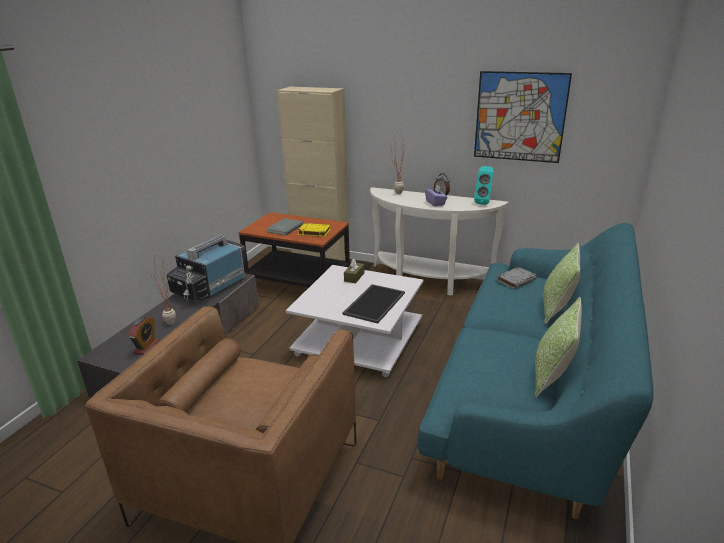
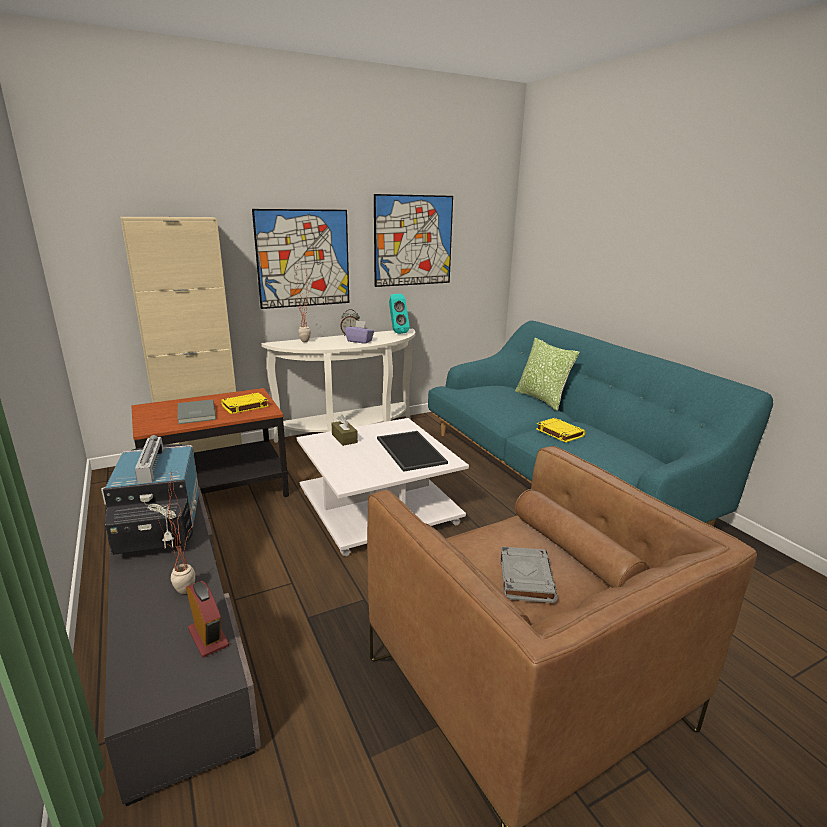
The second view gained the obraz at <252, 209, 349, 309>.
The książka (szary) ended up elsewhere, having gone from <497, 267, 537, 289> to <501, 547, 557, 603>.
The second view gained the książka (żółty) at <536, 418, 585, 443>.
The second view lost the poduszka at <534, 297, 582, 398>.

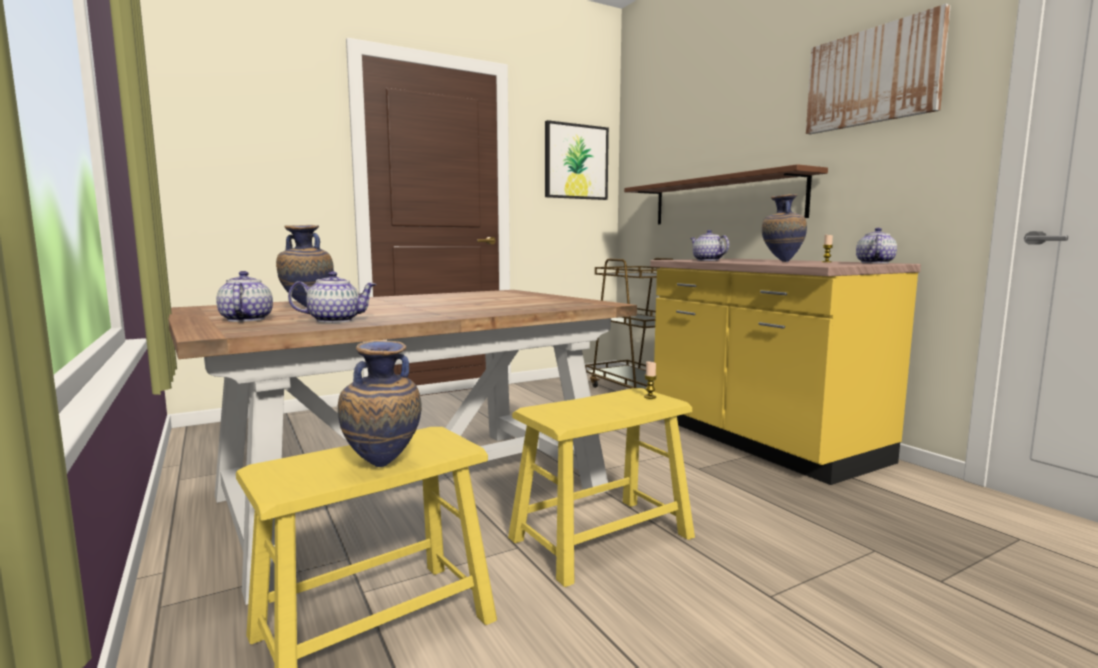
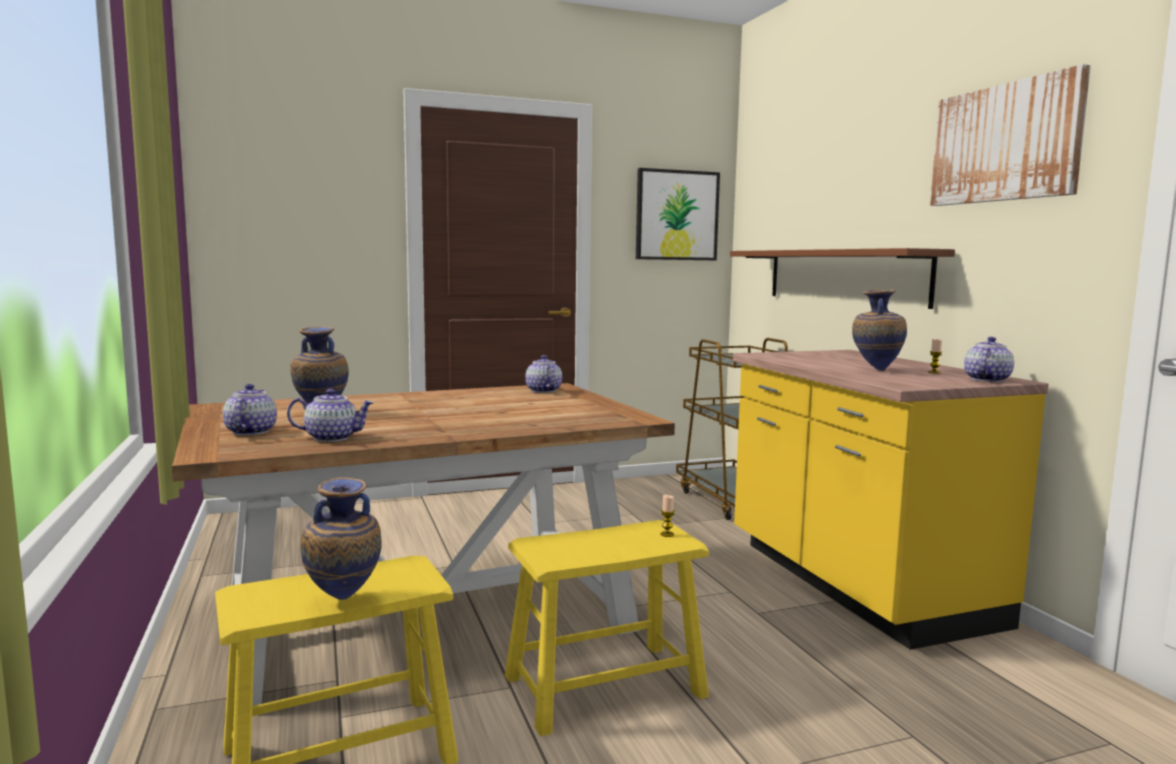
The imbryk ended up elsewhere, having gone from <690, 230, 729, 261> to <525, 355, 562, 393>.

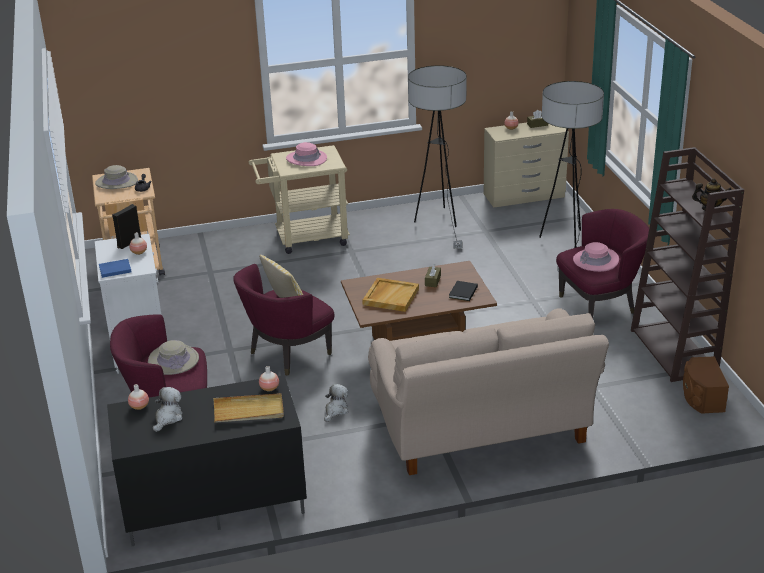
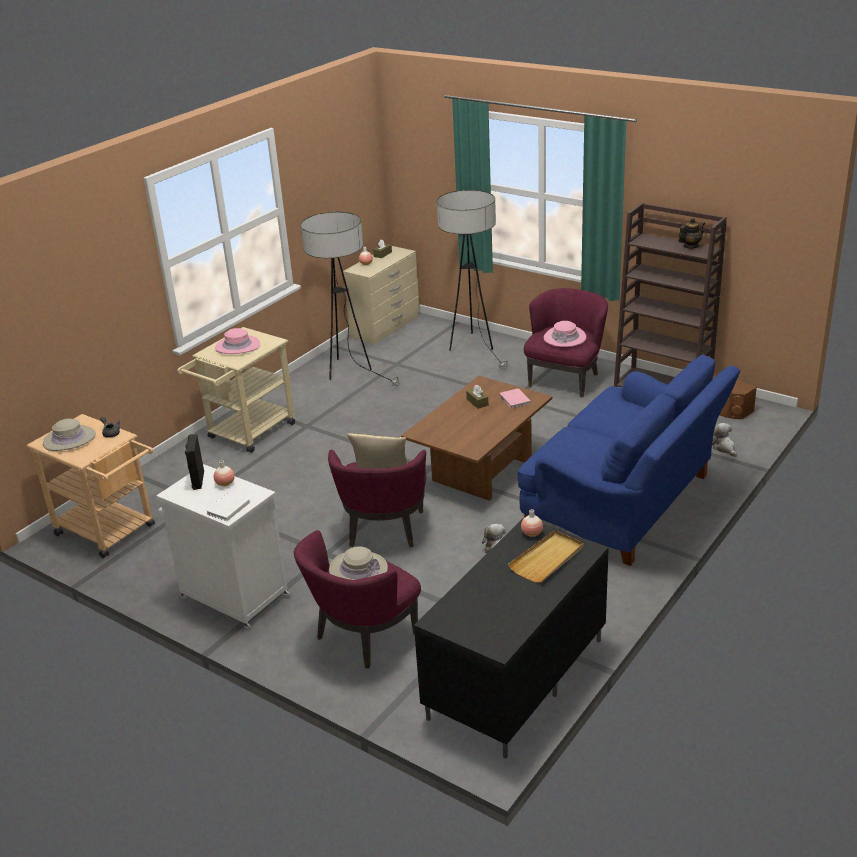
What was the książka (niebieski) at <99, 259, 131, 278> turned into the książka (biały) at <206, 492, 250, 521>.
What was the książka (czarny) at <449, 281, 478, 301> turned into the książka (różowy) at <500, 388, 531, 409>.
What was the kanapa (beżowy) at <368, 309, 609, 475> turned into the kanapa (niebieski) at <517, 354, 741, 566>.
The pluszak ended up elsewhere, having gone from <153, 387, 183, 432> to <712, 423, 737, 457>.
The second view lost the wazon at <128, 384, 149, 410>.
The second view lost the taca (beżowy) at <362, 278, 419, 312>.

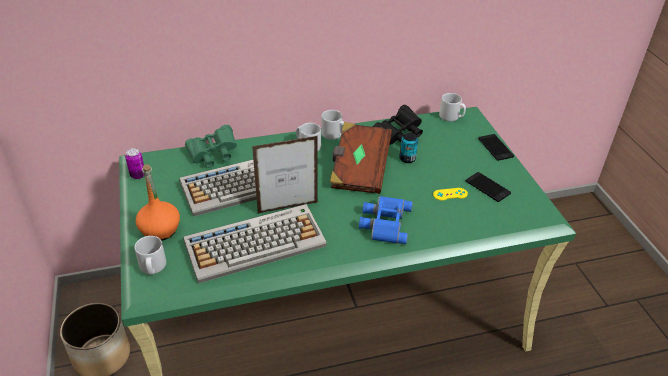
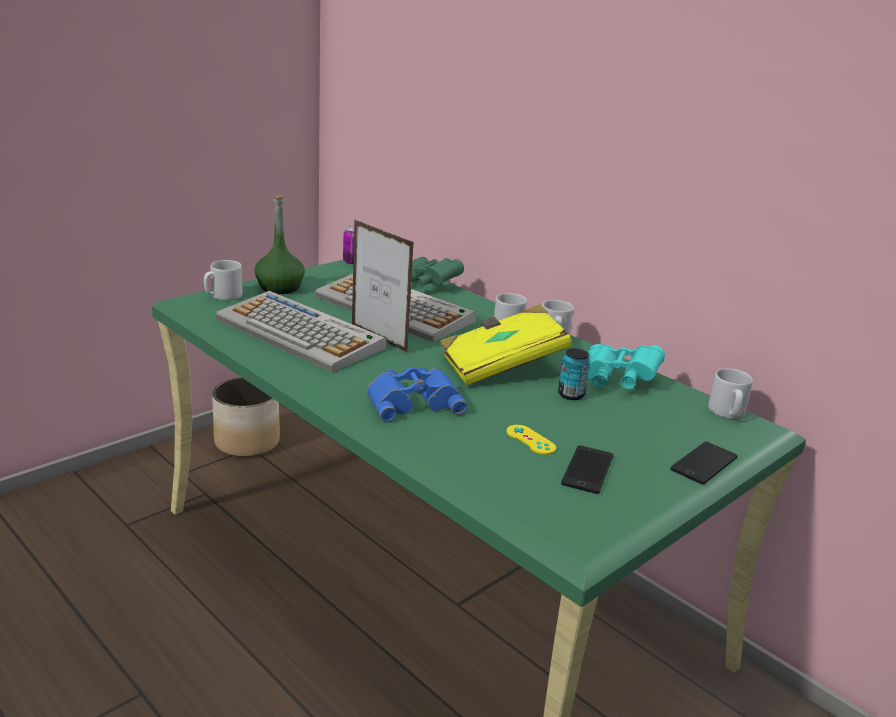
What was the butelka (pomarańczowy) at <136, 164, 180, 241> turned into the butelka (zielony) at <254, 194, 305, 294>.
What was the książka (brązowy) at <329, 122, 392, 194> turned into the książka (żółty) at <440, 305, 572, 385>.
What was the lornetka (czarny) at <373, 105, 423, 145> turned into the lornetka (turkusowy) at <588, 344, 665, 389>.

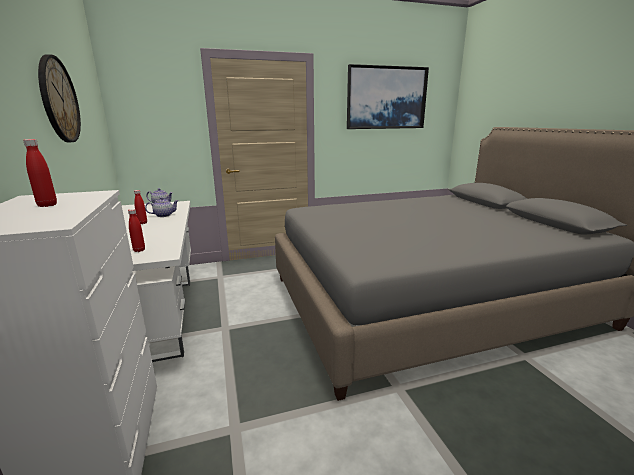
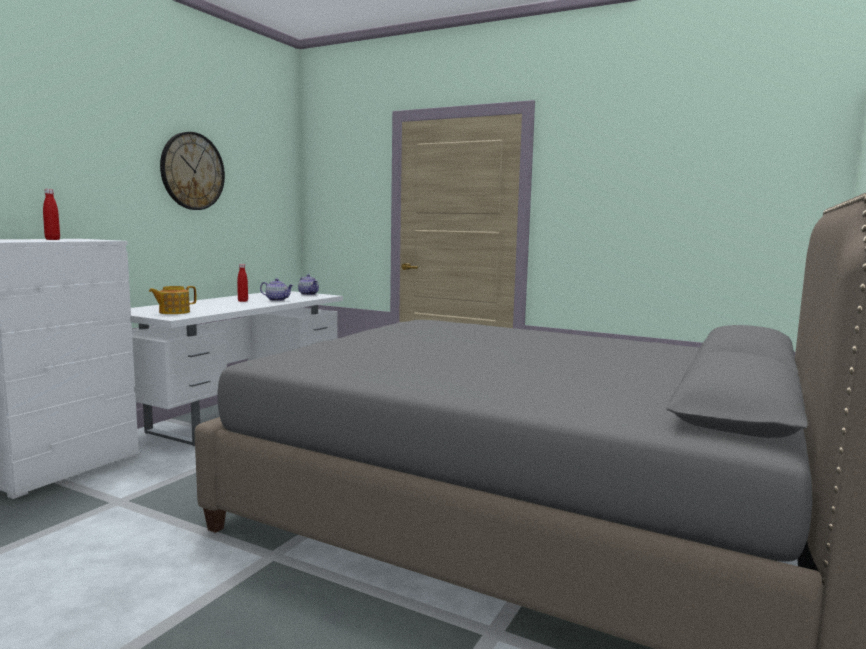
Where the butelka (czerwony) stood at <128, 209, 145, 252>, the imbryk came to stand at <149, 286, 196, 314>.
The second view lost the obraz at <347, 64, 429, 129>.

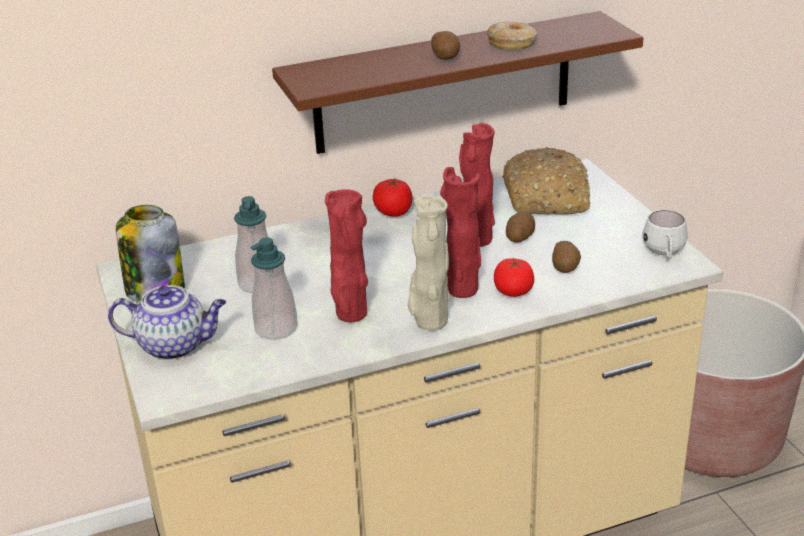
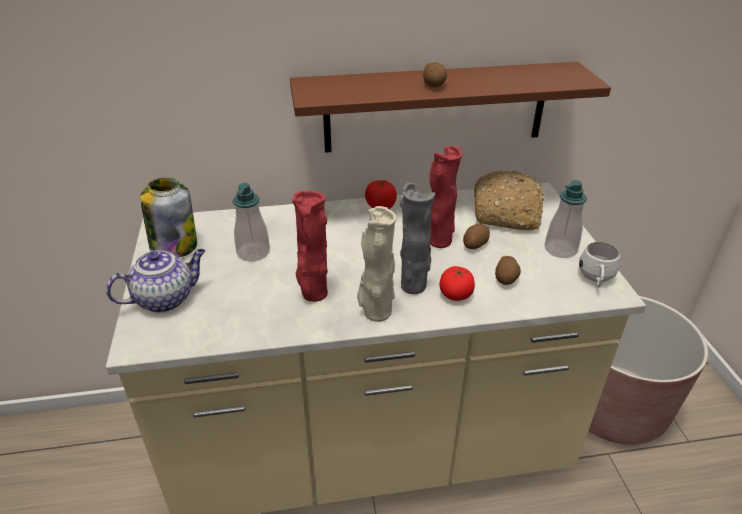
The imbryk at <108, 285, 226, 360> ended up facing another way, 45 degrees counterclockwise from before.
What was the wazon (czerwony) at <440, 167, 481, 298> turned into the wazon (szary) at <400, 183, 435, 294>.
The dozownik mydła ended up elsewhere, having gone from <250, 237, 298, 340> to <545, 180, 587, 258>.
The second view lost the donut at <487, 21, 538, 50>.

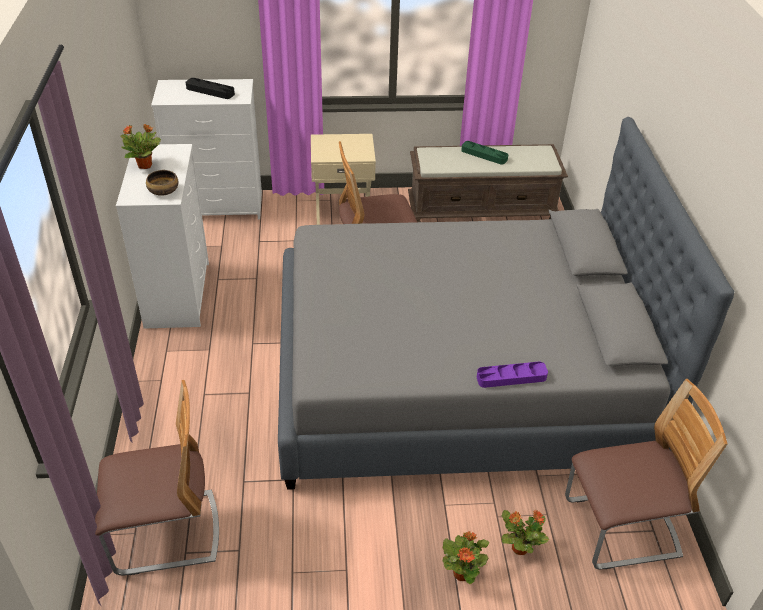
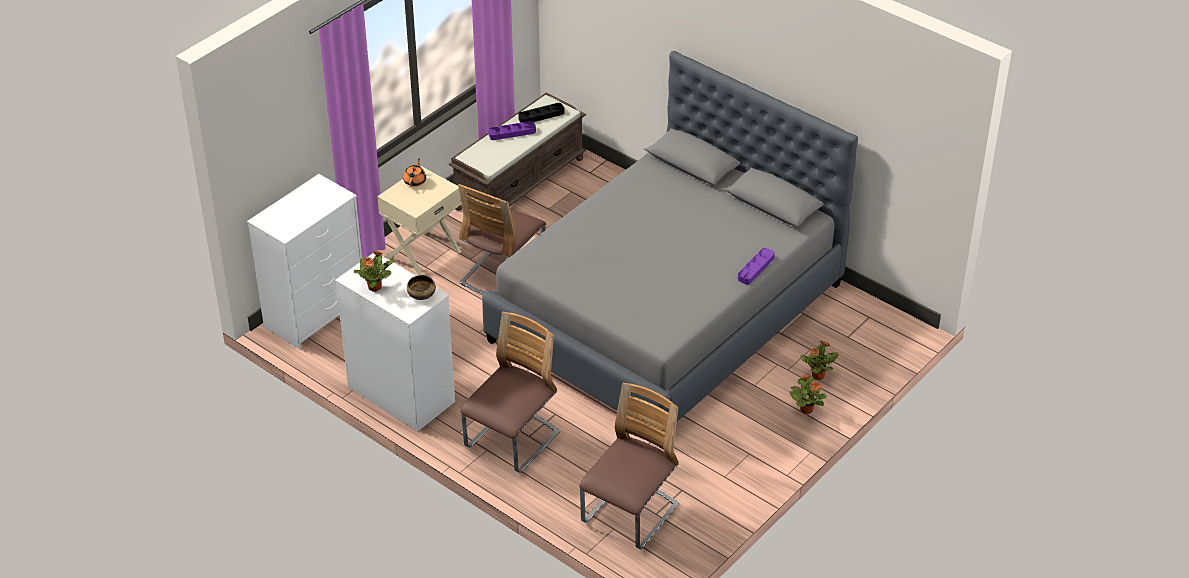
The second view gained the imbryk (pomarańczowy) at <403, 159, 426, 187>.
The krzesło ended up elsewhere, having gone from <565, 379, 728, 569> to <460, 312, 561, 473>.
What was the taca (zielony) at <461, 141, 508, 165> turned into the taca (fioletowy) at <488, 121, 536, 140>.
The taca (czarny) ended up elsewhere, having gone from <186, 78, 235, 99> to <518, 103, 564, 123>.

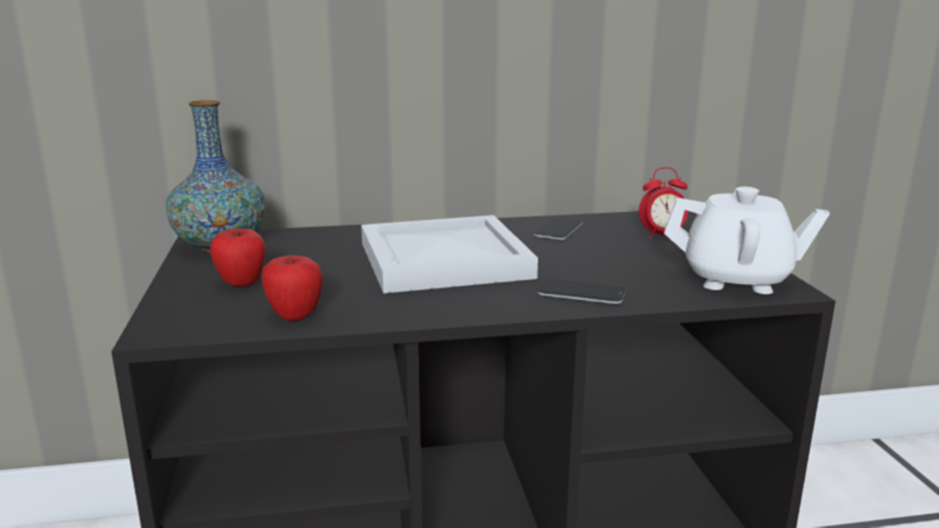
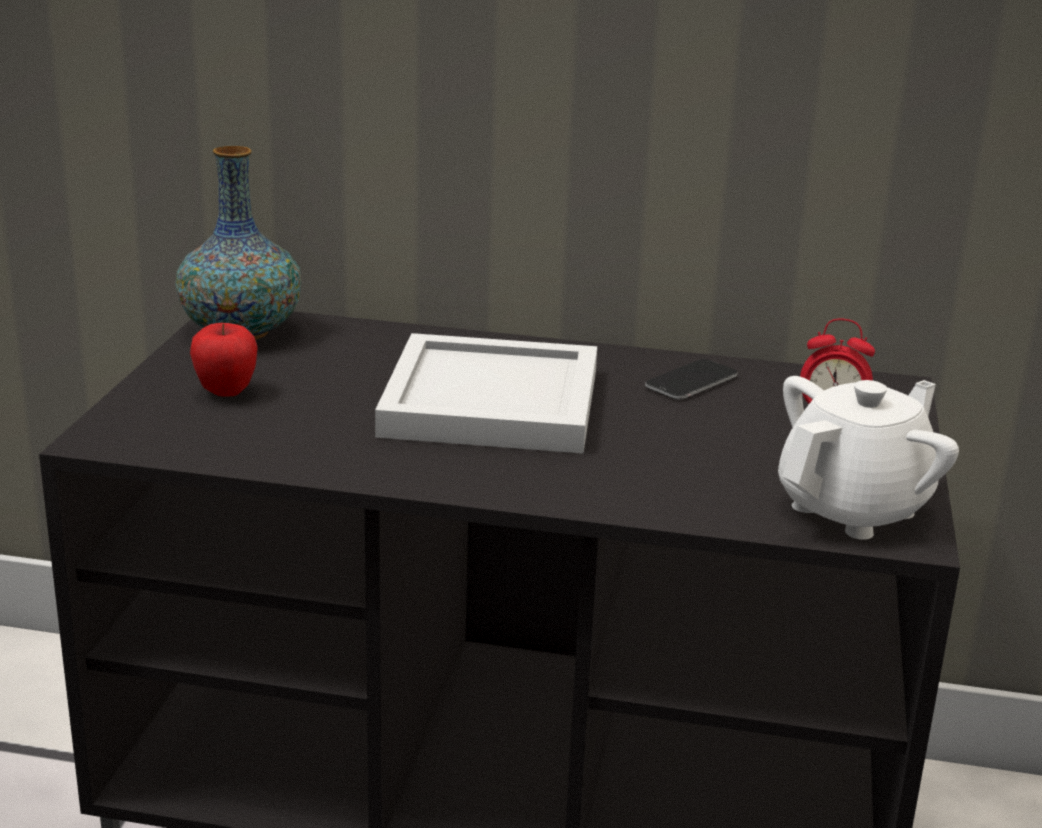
The imbryk (biały) at <664, 187, 830, 294> ended up facing another way, 75 degrees counterclockwise from before.
The second view lost the jabłko at <261, 255, 323, 321>.
The second view lost the telefon at <537, 279, 626, 304>.

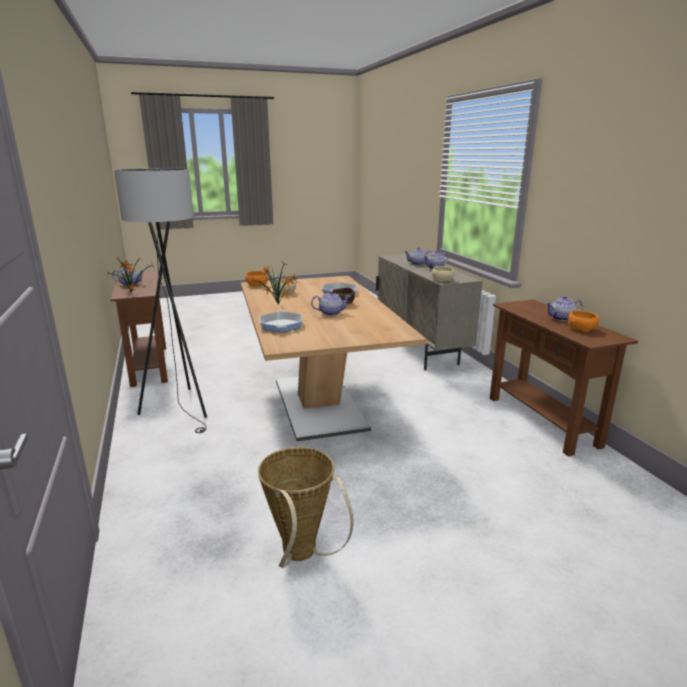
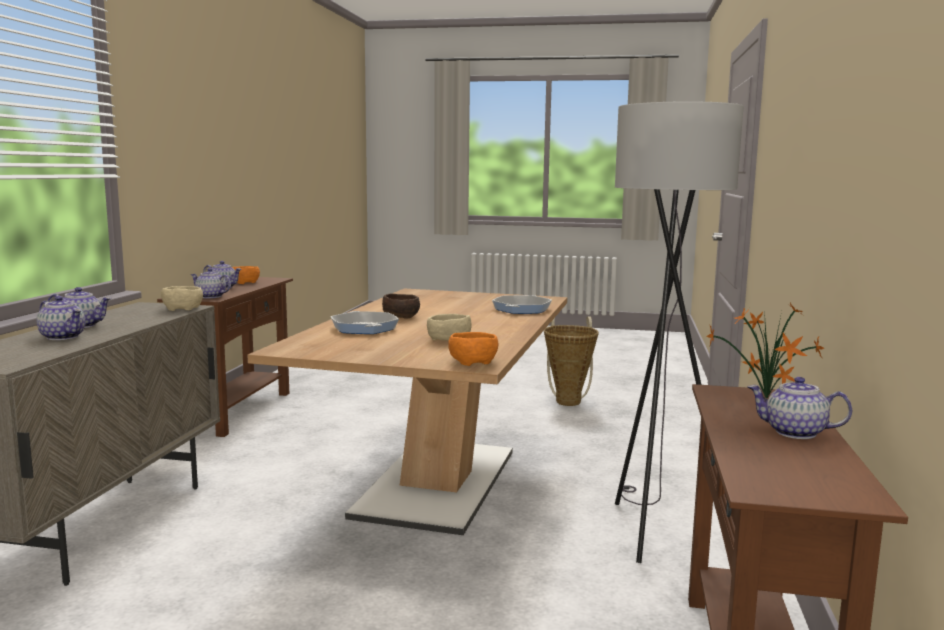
The imbryk ended up elsewhere, having gone from <311, 291, 351, 316> to <191, 268, 231, 299>.
The second view lost the roślina doniczkowa at <250, 261, 298, 304>.

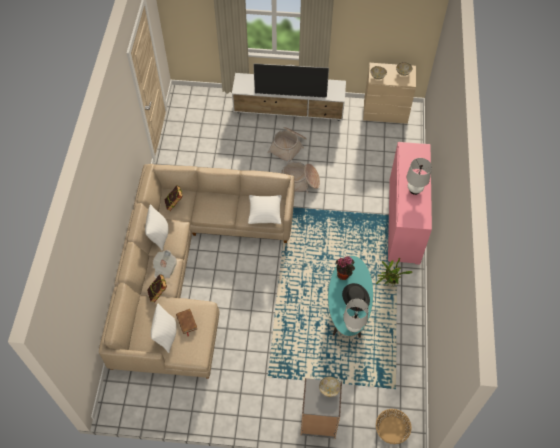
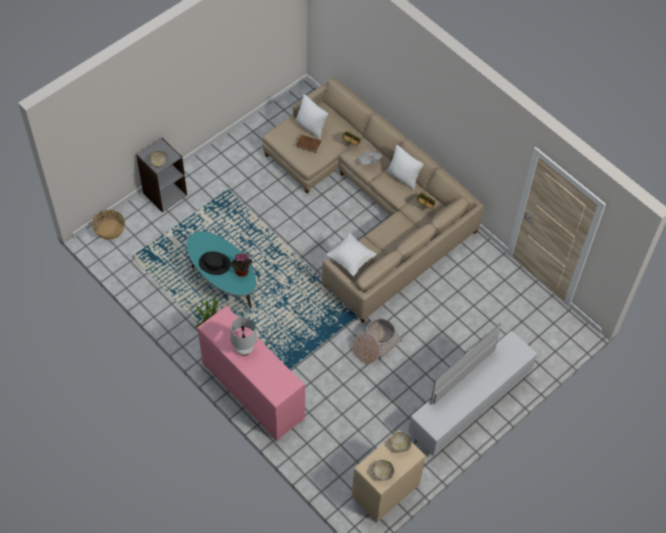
The second view lost the koszyk at <267, 127, 307, 163>.
The second view lost the lampa stołowa (biały) at <343, 299, 369, 332>.

